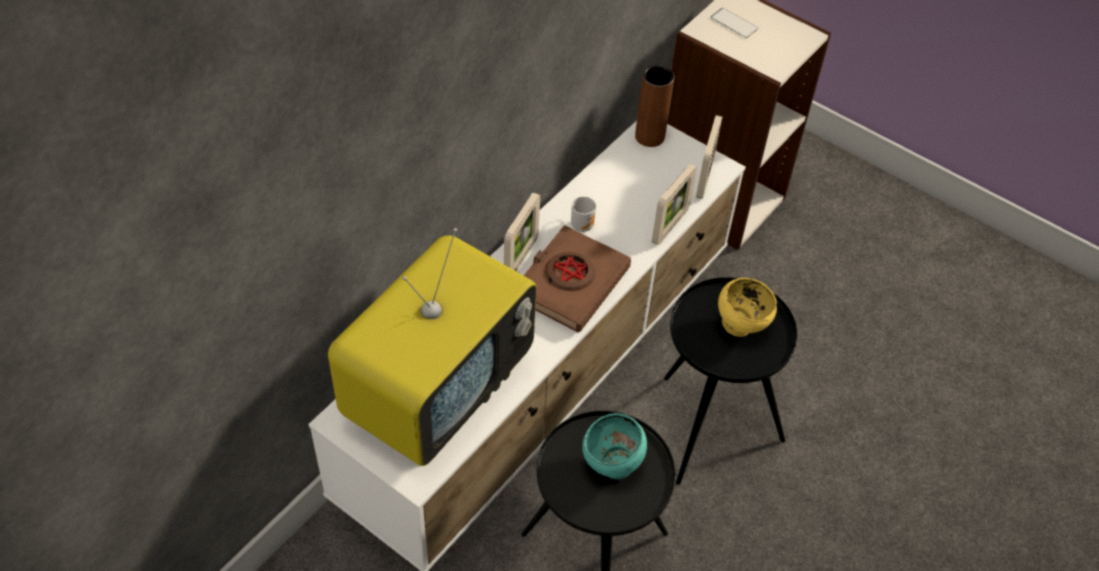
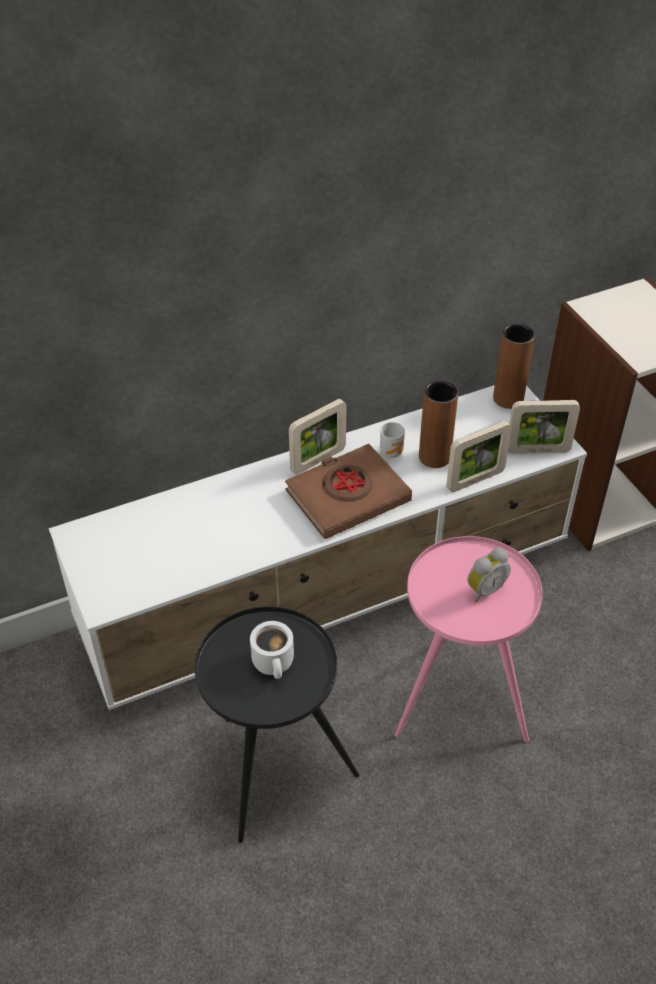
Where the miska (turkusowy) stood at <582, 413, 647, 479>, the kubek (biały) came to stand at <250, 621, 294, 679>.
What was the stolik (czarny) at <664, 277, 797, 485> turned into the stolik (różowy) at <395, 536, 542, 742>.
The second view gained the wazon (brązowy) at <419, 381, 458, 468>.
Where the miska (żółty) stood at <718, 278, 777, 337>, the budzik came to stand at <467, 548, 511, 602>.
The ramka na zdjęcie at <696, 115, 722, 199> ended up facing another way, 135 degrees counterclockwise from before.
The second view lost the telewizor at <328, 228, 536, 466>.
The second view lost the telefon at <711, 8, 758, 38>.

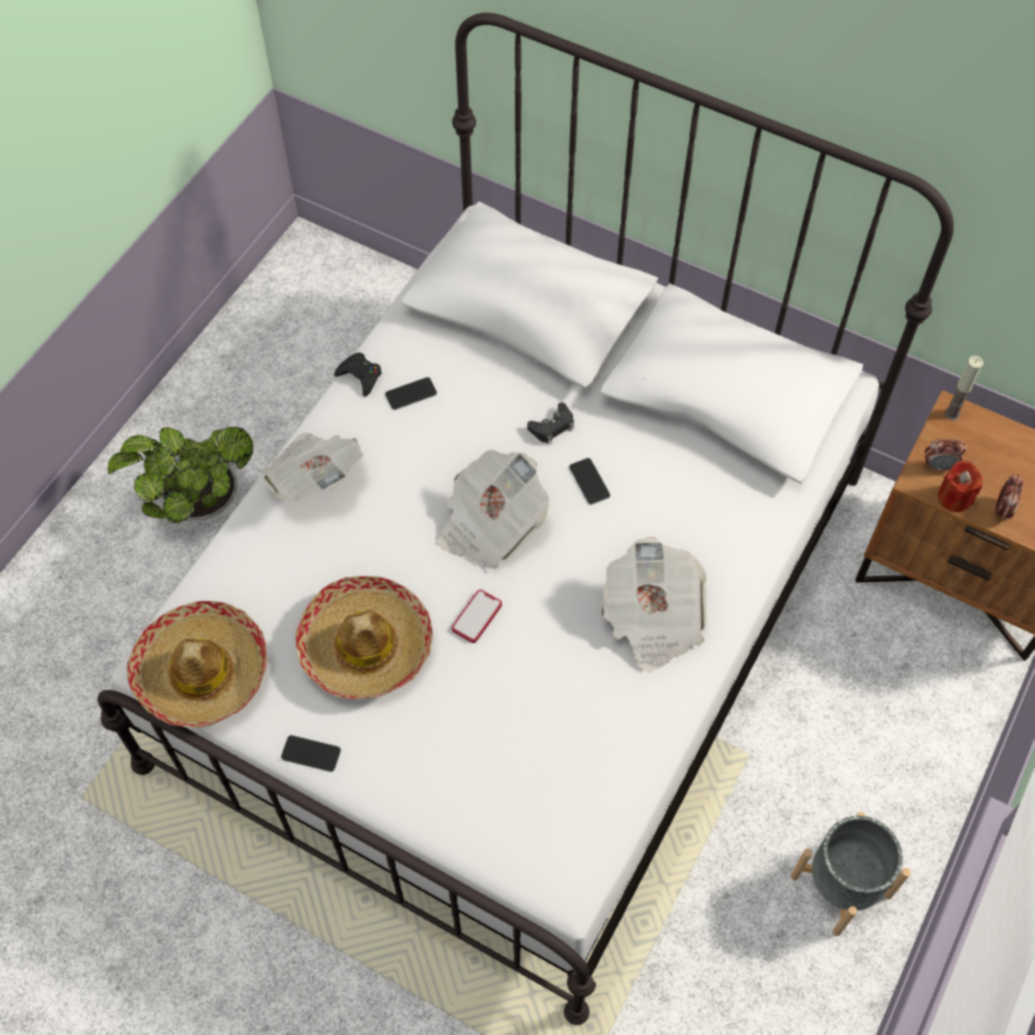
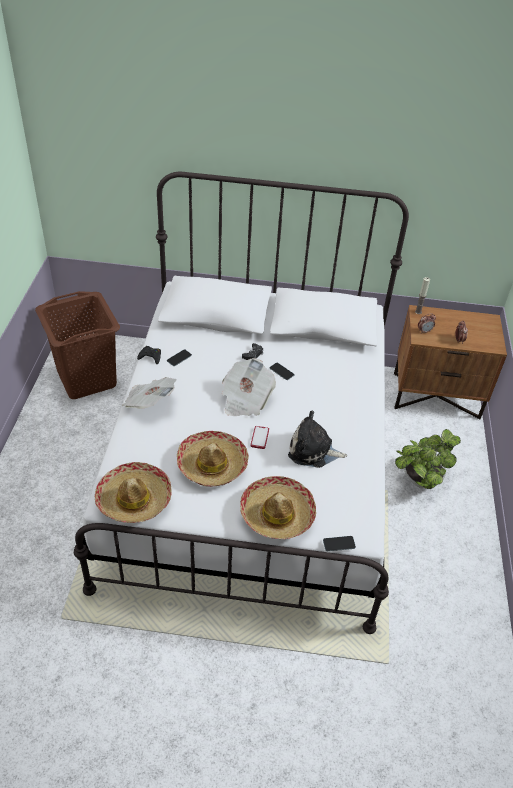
The second view gained the kosz na pranie (brązowy) at <35, 291, 120, 399>.
The second view gained the kapelusz at <240, 476, 316, 539>.
The second view gained the pluszak at <288, 410, 347, 468>.
The telefon ended up elsewhere, having gone from <281, 735, 341, 772> to <323, 536, 356, 551>.
The roślina doniczkowa ended up elsewhere, having gone from <108, 427, 253, 523> to <395, 429, 461, 489>.
The second view lost the gazeta at <600, 537, 707, 672>.
The second view lost the donica (szary) at <790, 812, 911, 936>.
The second view lost the świeca (czerwony) at <938, 461, 983, 512>.

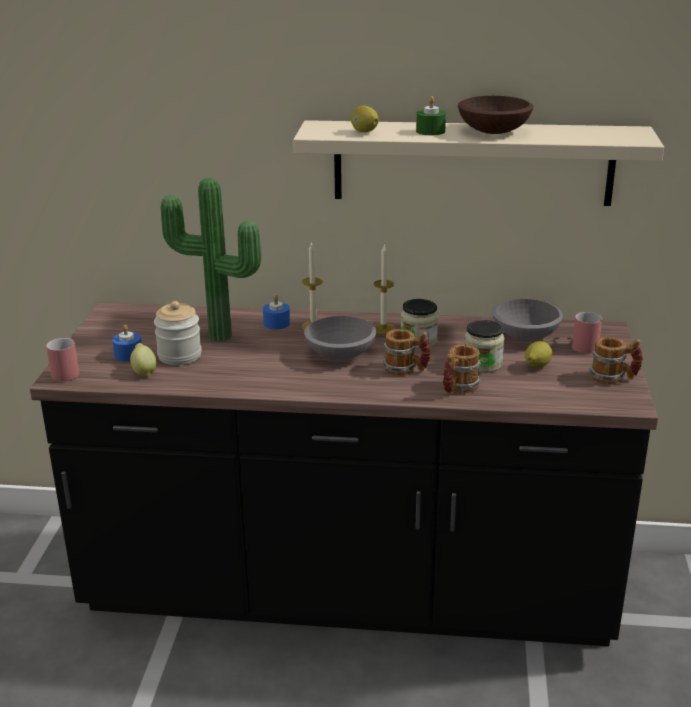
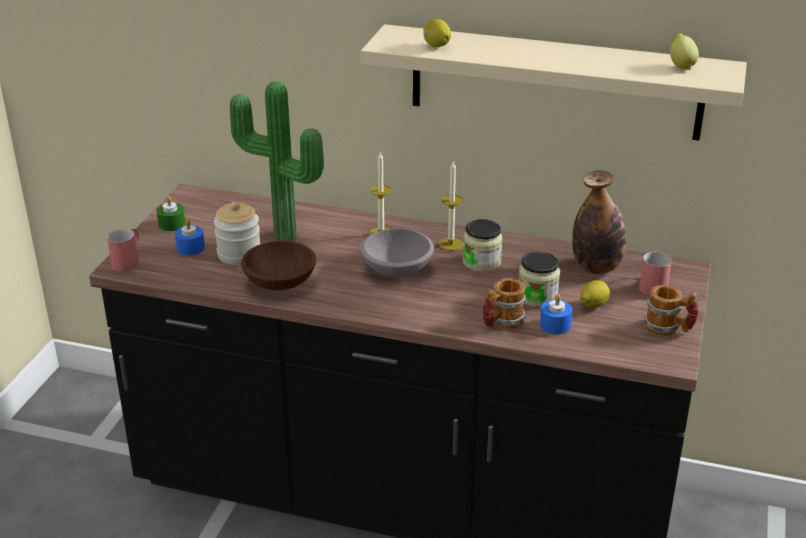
The świeca (zielony) ended up elsewhere, having gone from <416, 96, 446, 135> to <156, 196, 186, 232>.
The miska (brązowy) ended up elsewhere, having gone from <458, 96, 533, 134> to <241, 241, 316, 290>.
The świeca (niebieski) ended up elsewhere, having gone from <263, 294, 290, 330> to <540, 294, 573, 334>.
Where the miska (szary) stood at <492, 299, 563, 341>, the butelka came to stand at <572, 170, 626, 274>.
The cytryna ended up elsewhere, having gone from <130, 343, 157, 377> to <670, 33, 699, 70>.
The second view lost the kubek at <383, 329, 431, 376>.

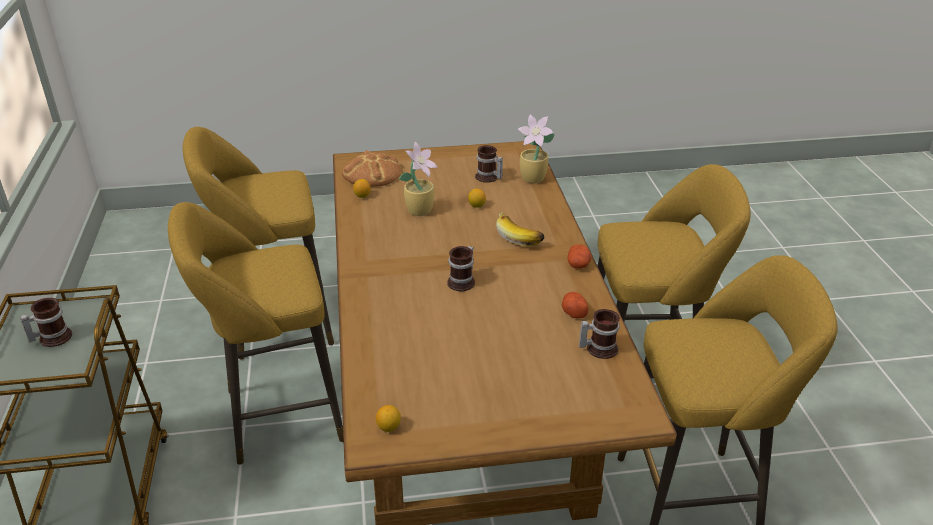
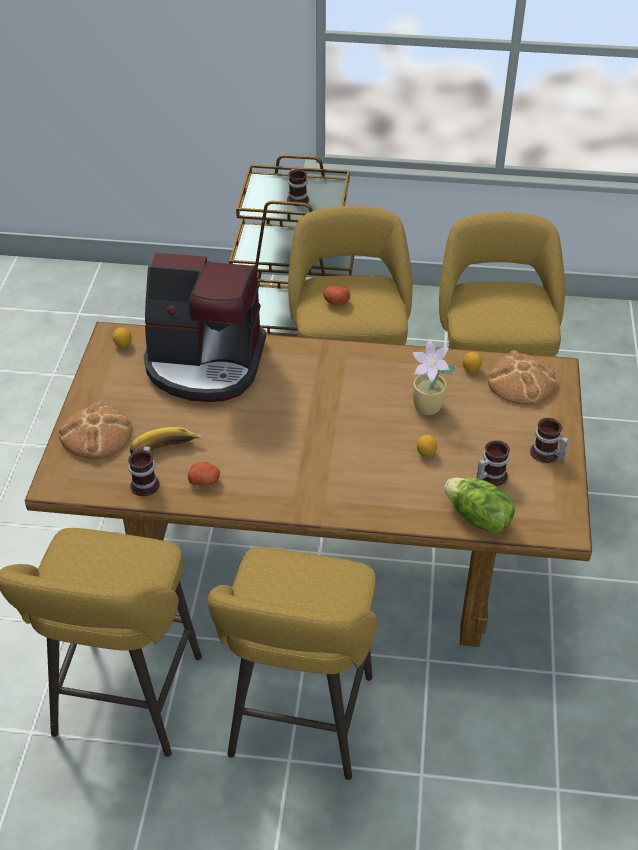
The second view gained the chleb at <59, 402, 132, 459>.
The banan ended up elsewhere, having gone from <496, 212, 545, 246> to <130, 427, 201, 454>.
The second view gained the ekspres do kawy at <144, 253, 266, 402>.
The ziemniak ended up elsewhere, having gone from <568, 244, 592, 269> to <323, 286, 350, 305>.
Where the roślina doniczkowa stood at <518, 115, 555, 183>, the sałata came to stand at <444, 478, 515, 533>.
The kubek ended up elsewhere, having gone from <447, 246, 475, 291> to <530, 418, 569, 463>.

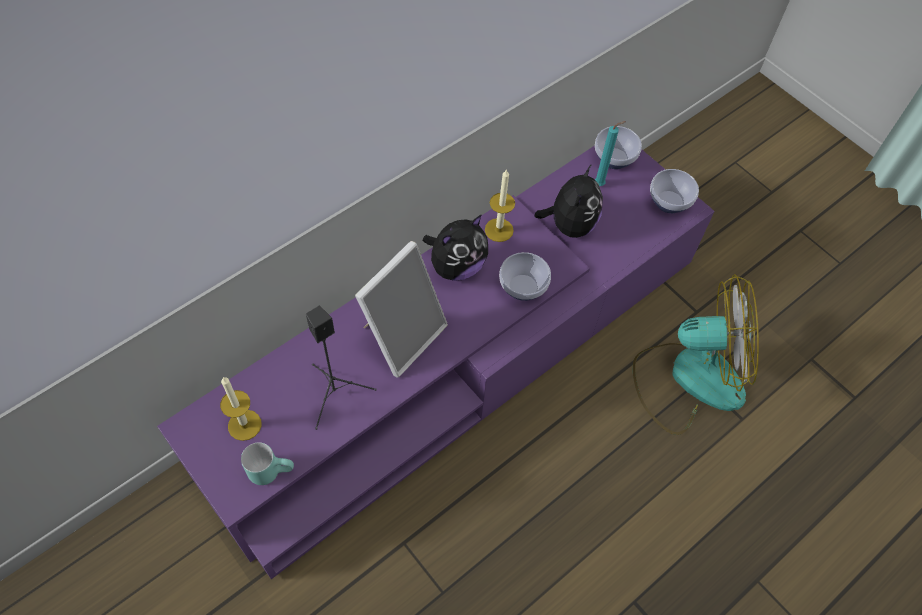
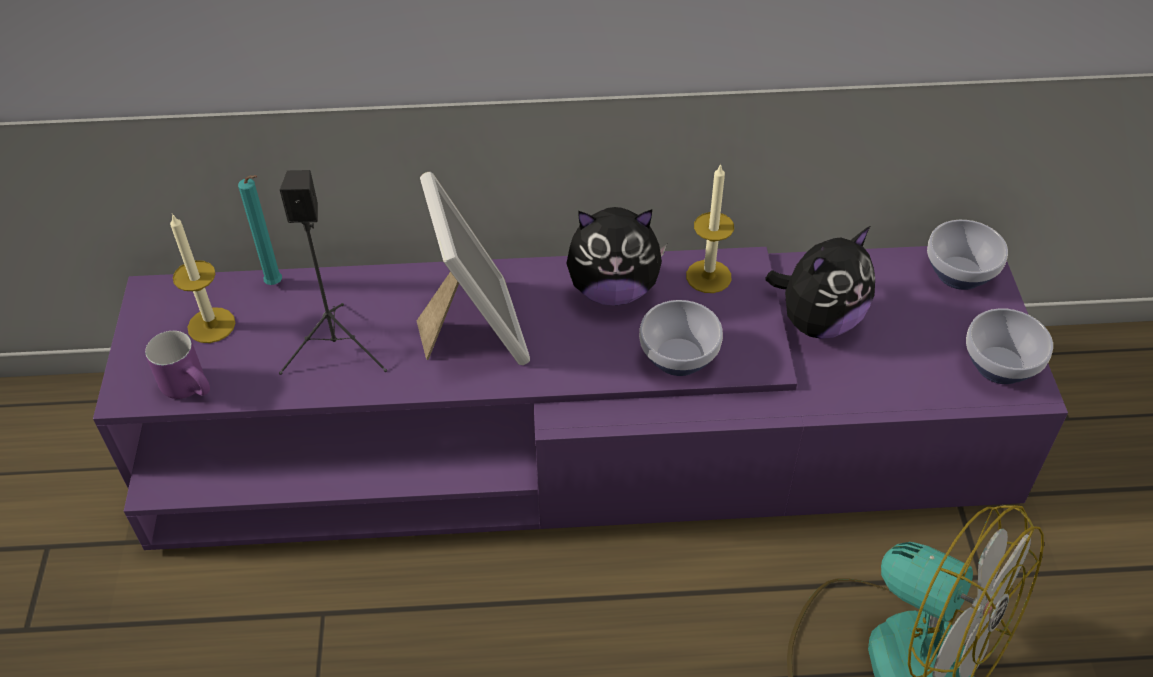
What was the kubek (turkusowy) at <241, 442, 294, 485> turned into the kubek (fioletowy) at <145, 331, 210, 399>.
The świeca (turkusowy) ended up elsewhere, having gone from <595, 121, 626, 186> to <238, 175, 282, 285>.
The ramka na zdjęcie at <355, 241, 448, 378> ended up facing another way, 90 degrees counterclockwise from before.

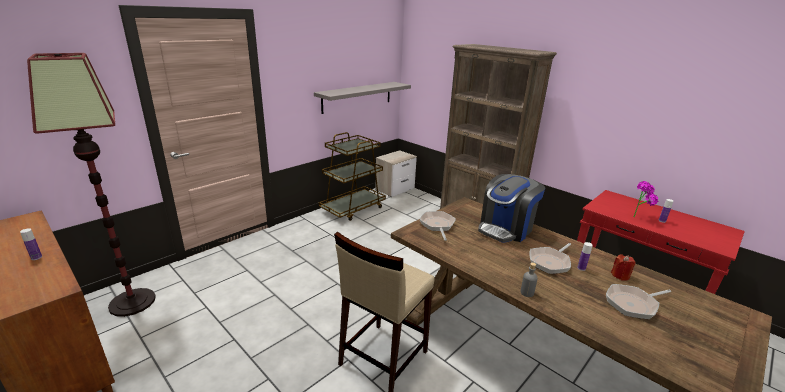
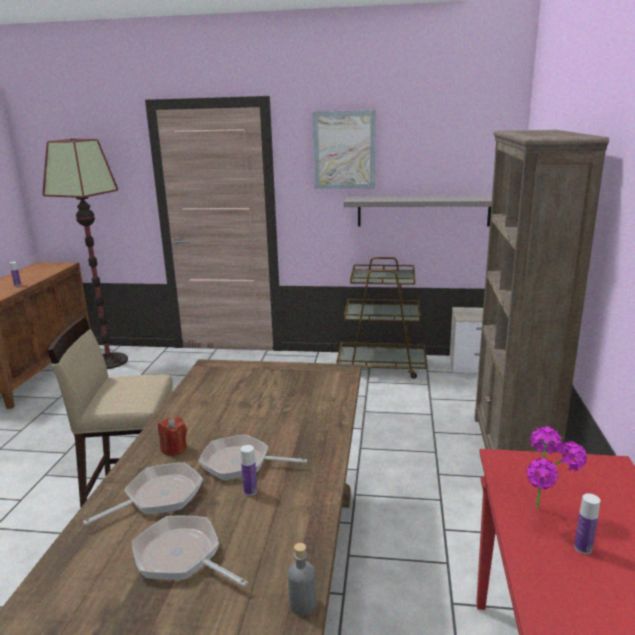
The patelnia ended up elsewhere, having gone from <420, 211, 456, 241> to <83, 463, 203, 525>.
The świeca (czerwony) ended up elsewhere, having gone from <611, 254, 636, 281> to <158, 416, 187, 456>.
The butelka (szary) ended up elsewhere, having gone from <520, 262, 538, 297> to <288, 543, 316, 616>.
The second view gained the obraz at <313, 110, 376, 189>.
The second view lost the ekspres do kawy at <478, 174, 545, 243>.

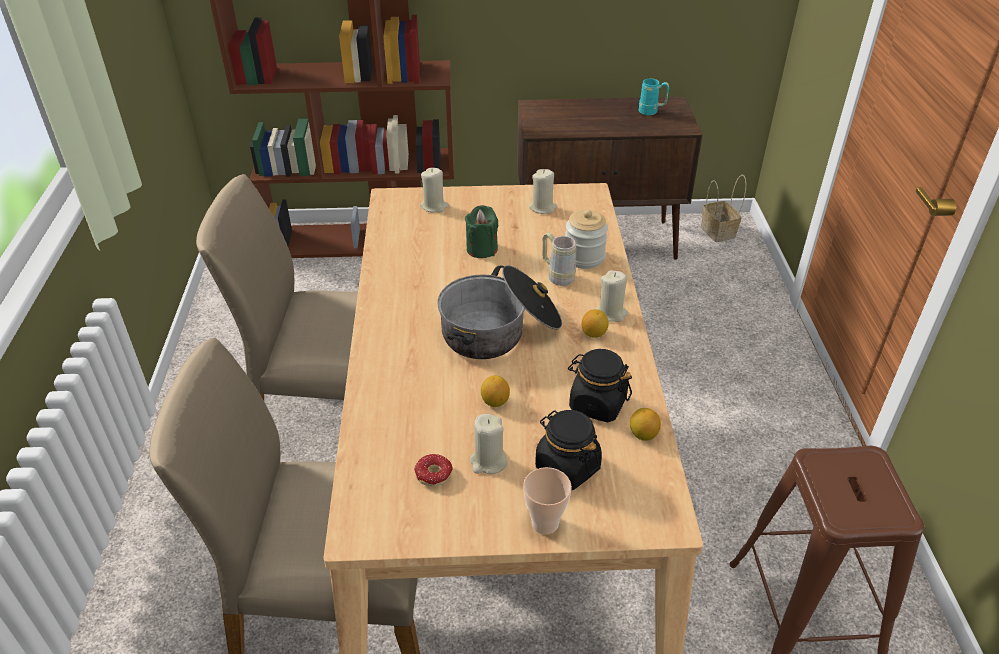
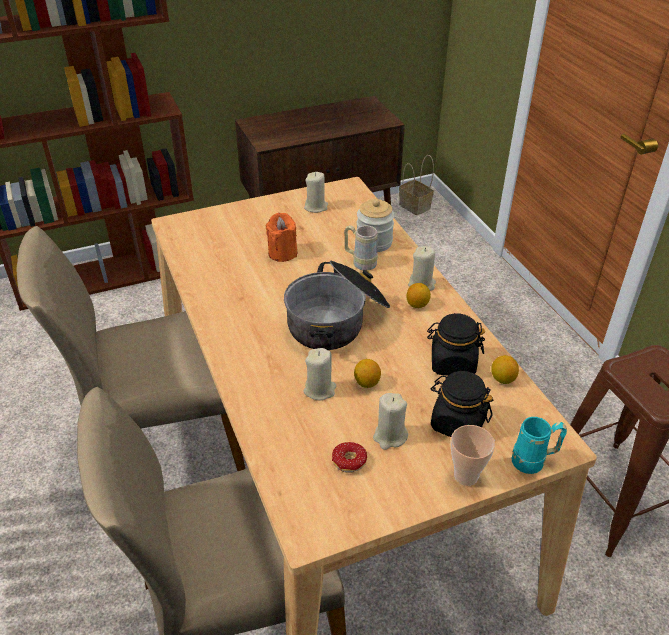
What was the świeca (zielony) at <465, 205, 498, 258> turned into the świeca (pomarańczowy) at <266, 213, 297, 262>.
The świeca (beżowy) ended up elsewhere, having gone from <421, 168, 449, 212> to <303, 348, 336, 400>.
The kubek (turkusowy) ended up elsewhere, having gone from <639, 79, 669, 115> to <511, 417, 567, 474>.

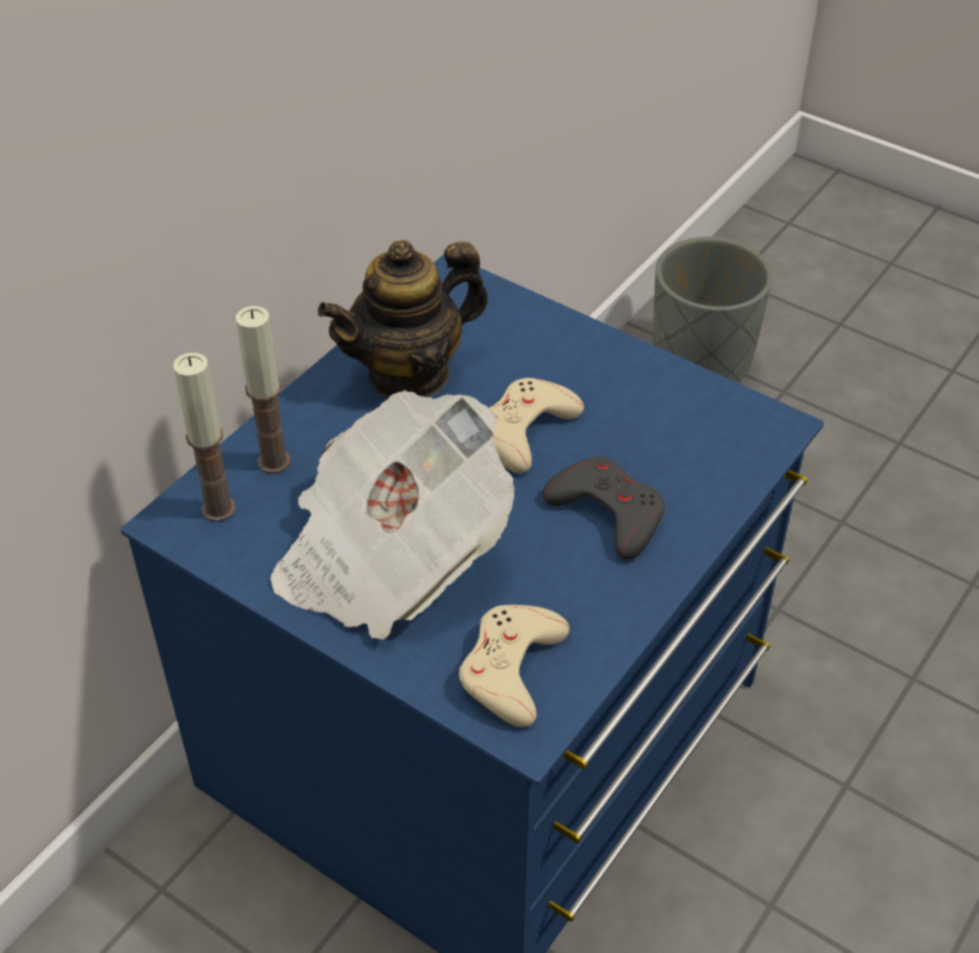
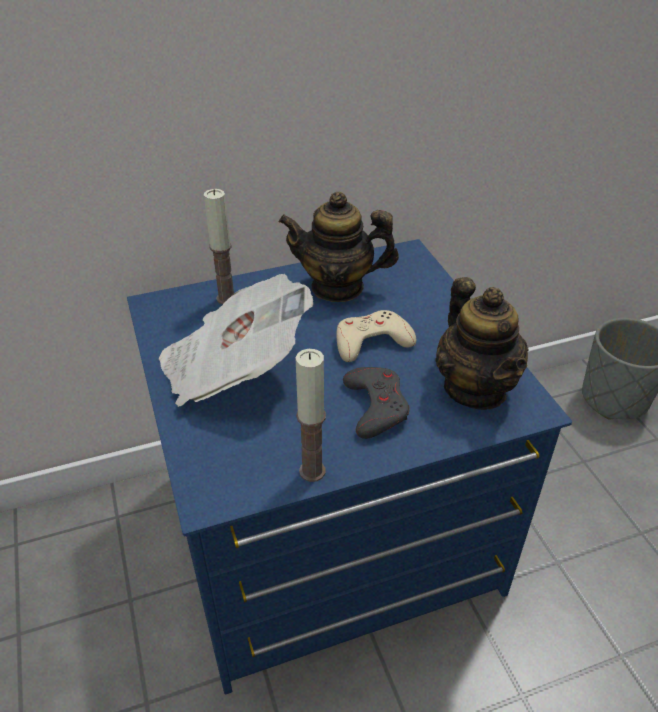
The świeca ended up elsewhere, having gone from <173, 353, 236, 522> to <296, 349, 326, 482>.
The second view gained the imbryk at <435, 277, 529, 410>.
The second view lost the pad do gier (beżowy) at <459, 605, 569, 728>.

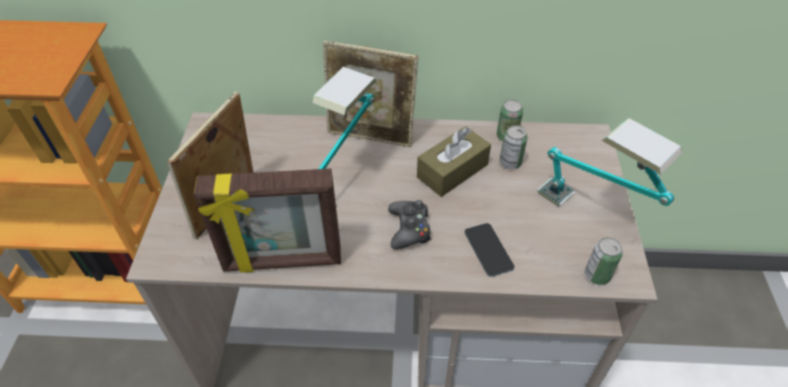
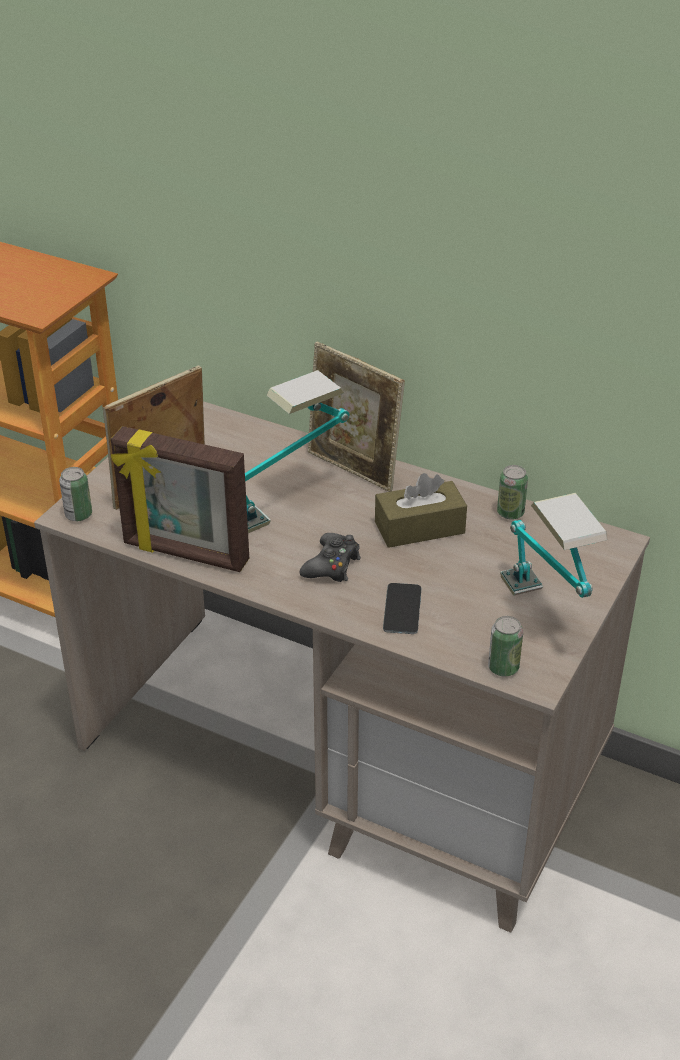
The puszka ended up elsewhere, having gone from <500, 125, 528, 169> to <59, 467, 92, 521>.

